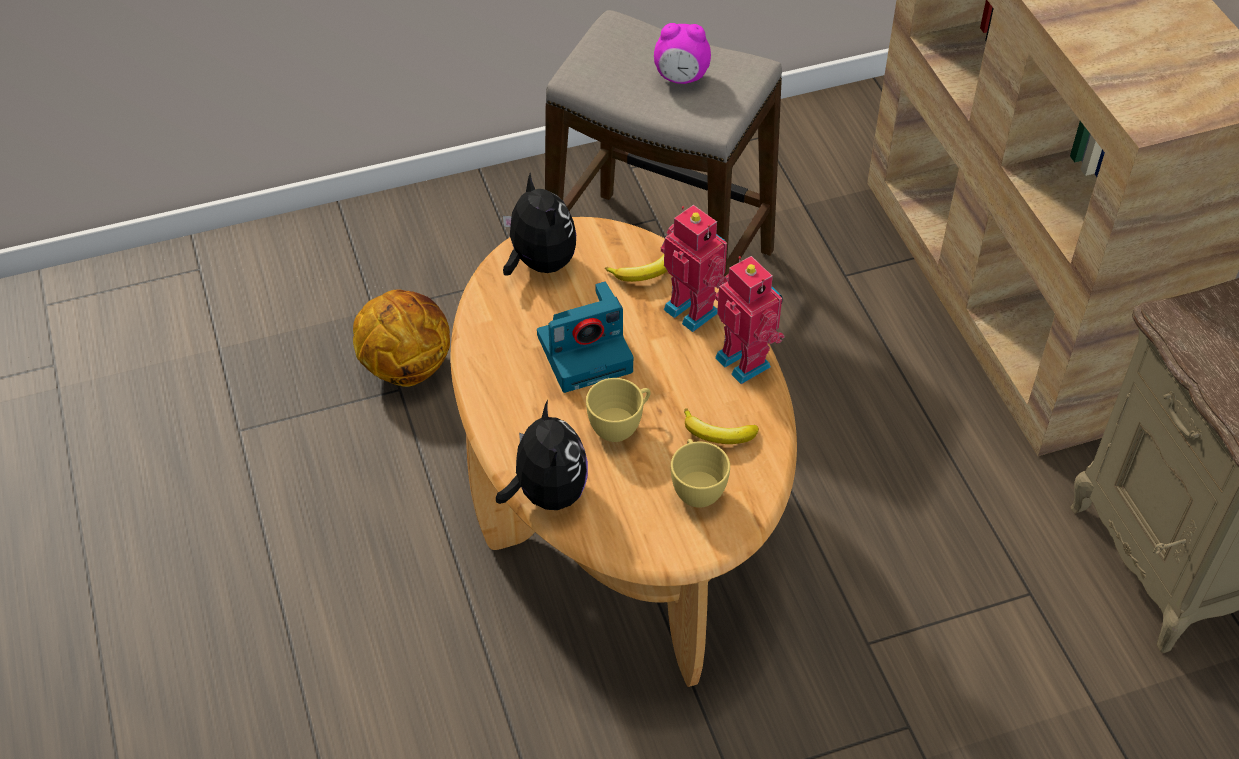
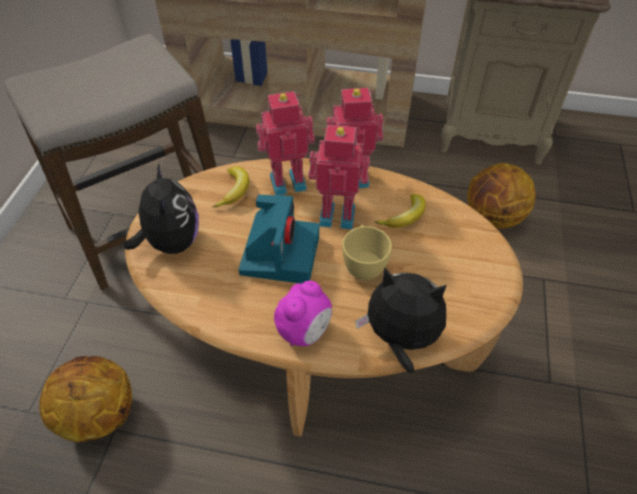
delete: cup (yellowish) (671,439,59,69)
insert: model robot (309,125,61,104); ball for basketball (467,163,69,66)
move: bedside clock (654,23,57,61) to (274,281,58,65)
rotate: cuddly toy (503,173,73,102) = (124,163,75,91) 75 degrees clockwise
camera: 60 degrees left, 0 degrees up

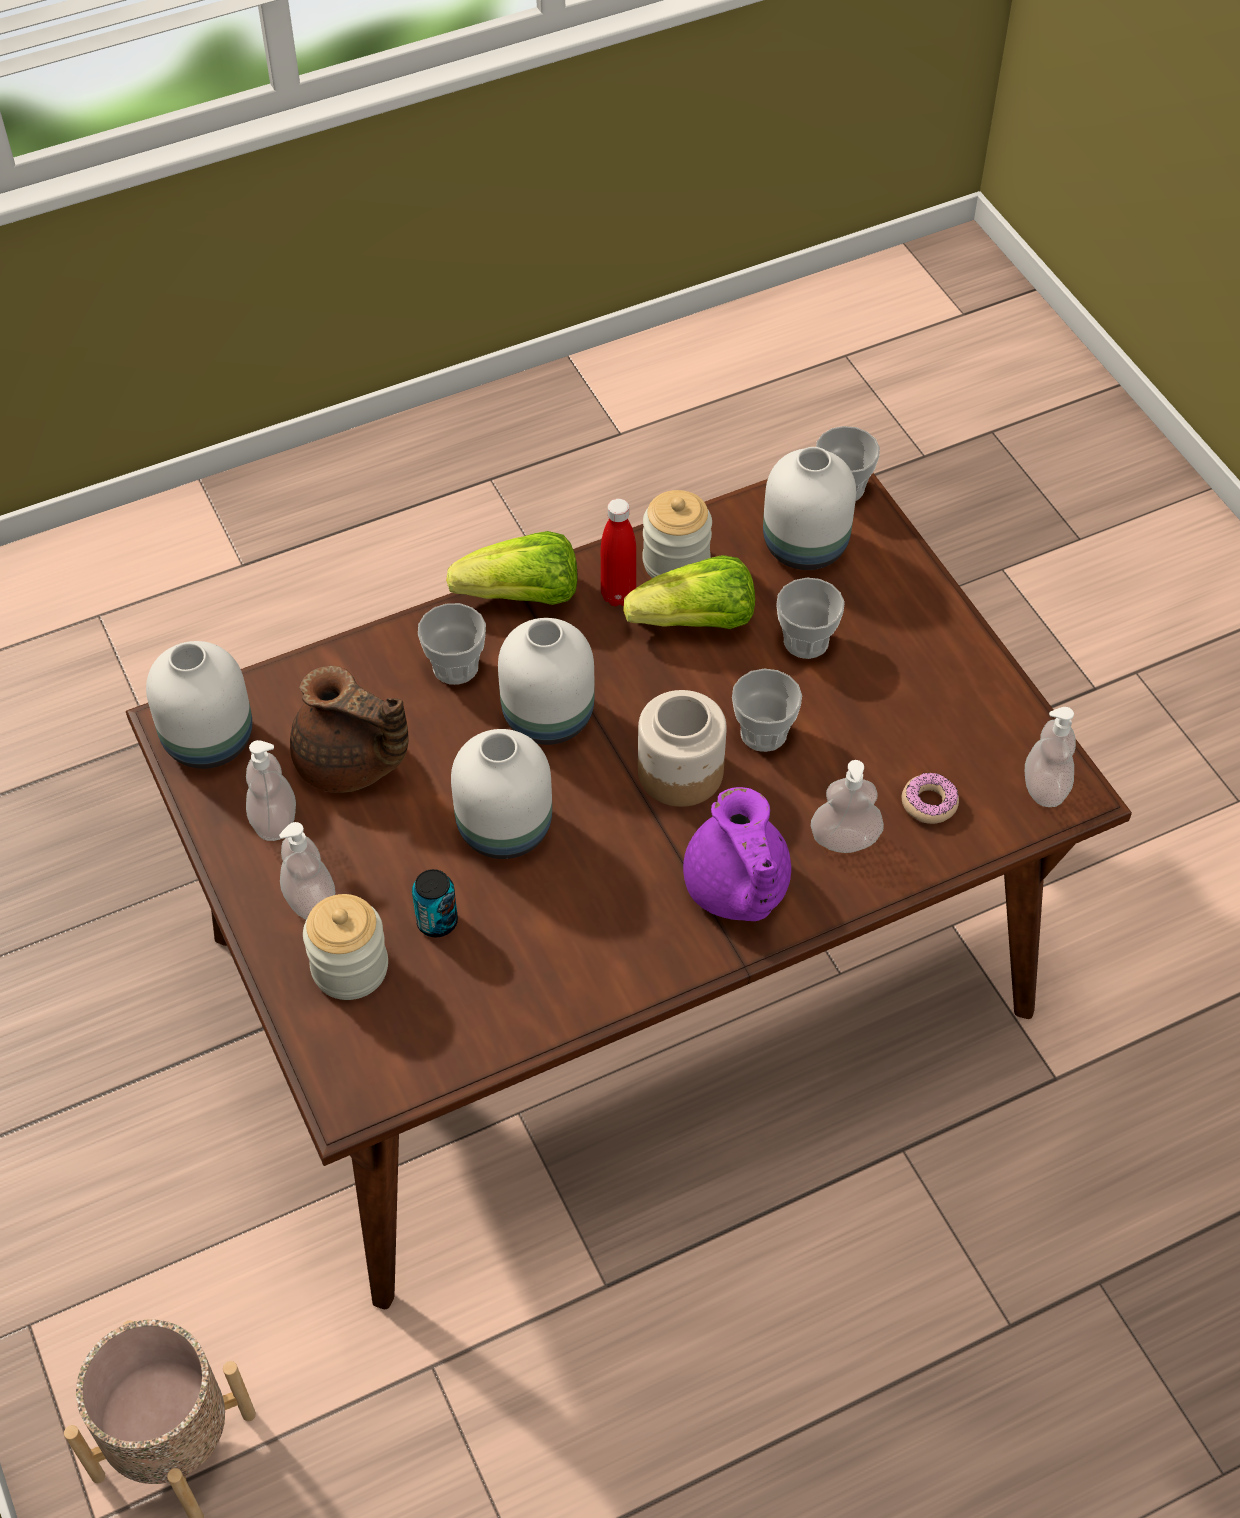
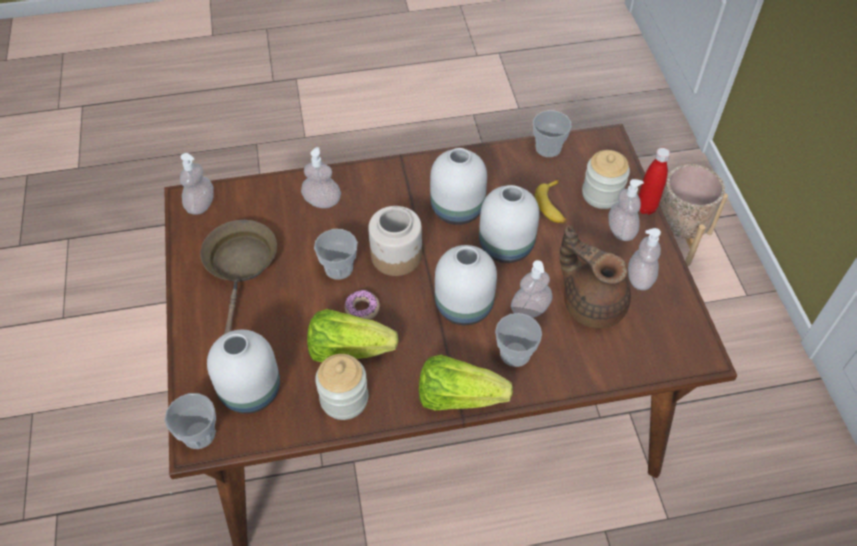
delete: pot for tea (purple) (683,787,108,134)
insert: frying pan (brown) (200,220,77,114); soap bottle (511,260,41,58)
move: ring doughnut (902,772,57,52) to (345,290,35,30); vase (white-coloured) (146,641,106,128) to (430,148,57,77); cup (776,578,69,81) to (533,111,39,46); drink bottle (red-coloured) (601,499,35,107) to (638,148,32,67)
replace: can (412,869,46,68) to banana fruit (535,179,32,45)
camera: 165 degrees left, 0 degrees up

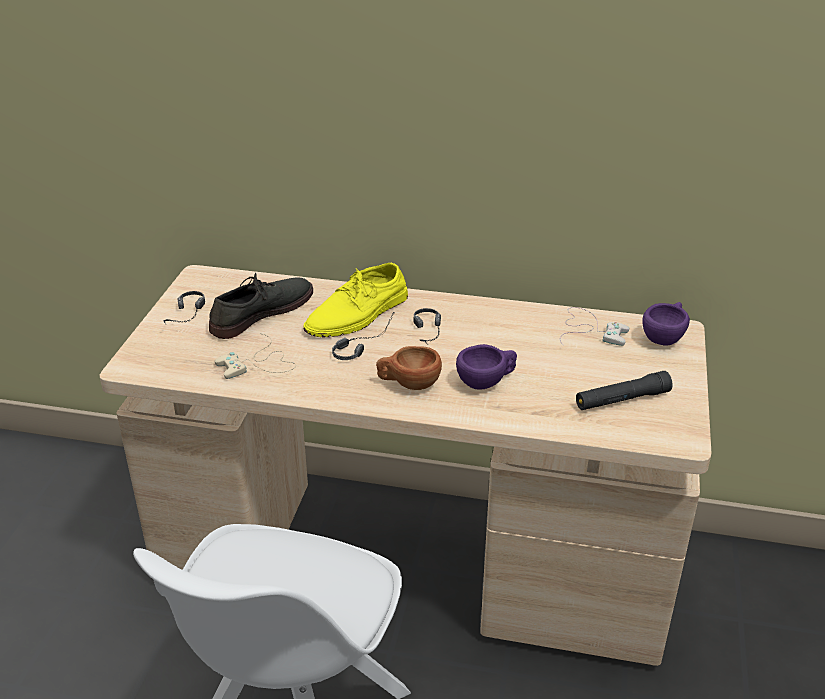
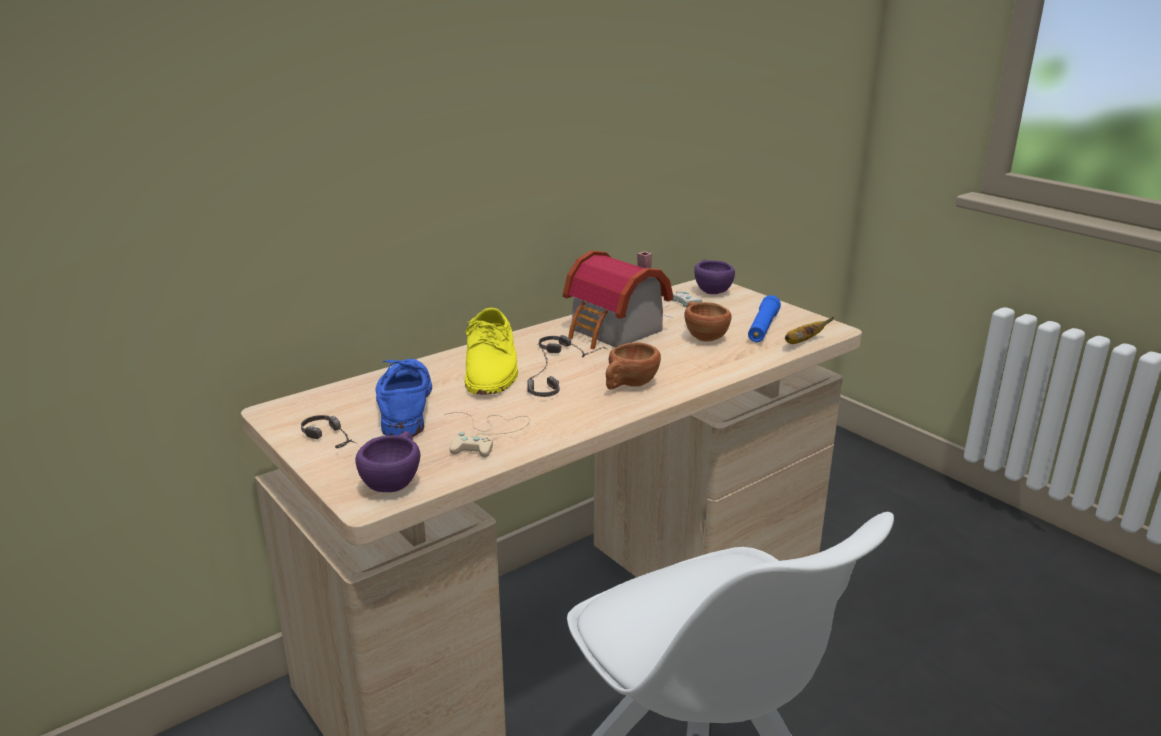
insert: model house (563,251,110,98); cup (brown) (684,301,47,41); banana fruit (785,317,49,27)
move: cup (purple) (456,344,61,46) to (355,431,65,61)
recolor: low shoe (greyish) (209,273,104,66) to low shoe (bluish) (376,359,56,78); flashlight (black-coloured) (576,371,97,39) to flashlight (bluish) (748,295,33,47)
camera: 50 degrees left, 10 degrees down

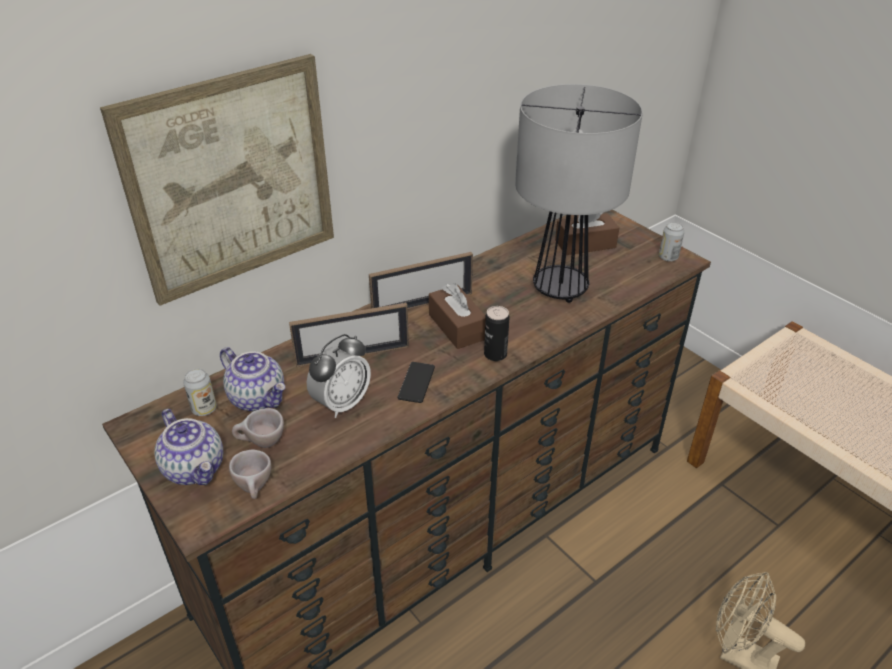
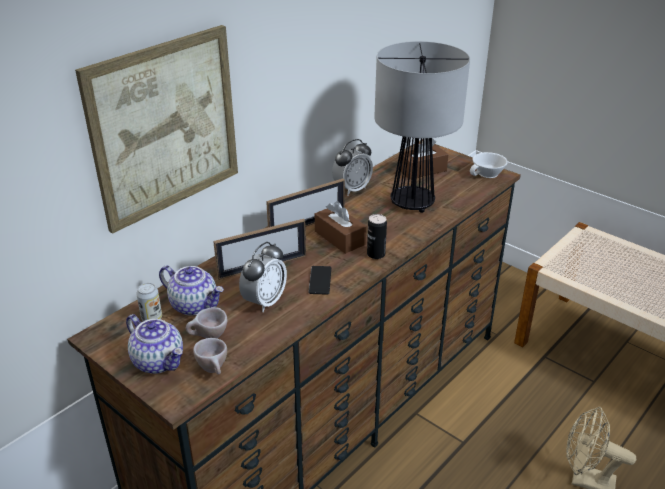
insert: bedside clock (332,139,41,57)
replace: can (659,222,25,40) to cup (white-coloured) (470,152,38,26)
camera: 10 degrees left, 5 degrees down

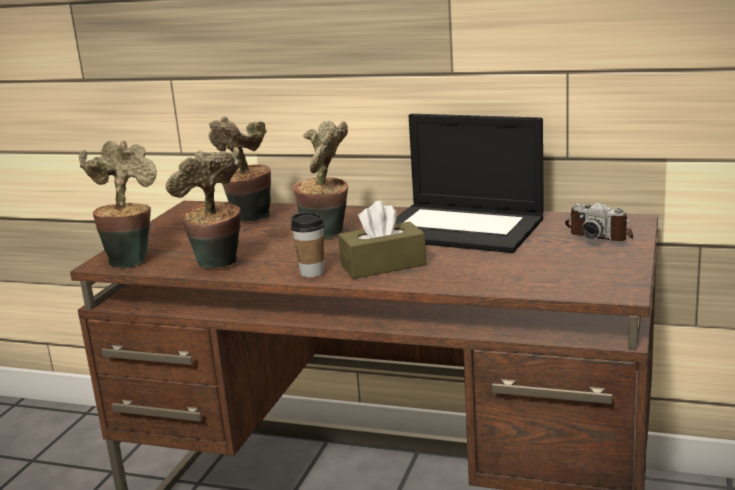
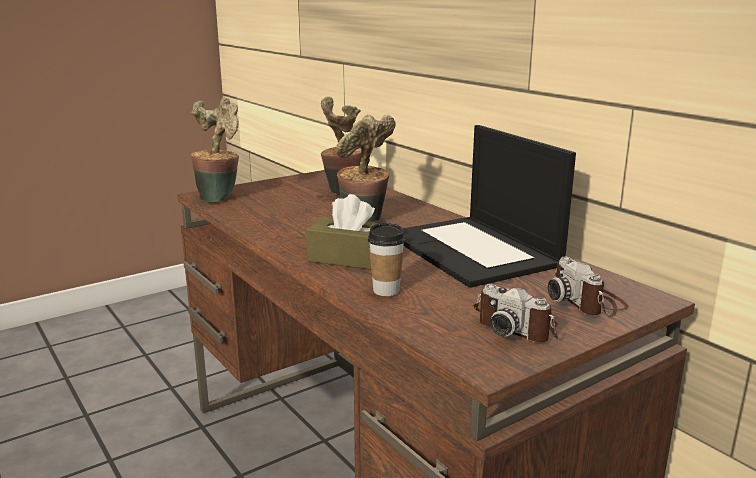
delete: plant in a pot (166,147,75,121)
insert: photo camera (473,284,85,58)
move: cup (291,212,34,66) to (368,223,38,73)
camera: 35 degrees right, 0 degrees up

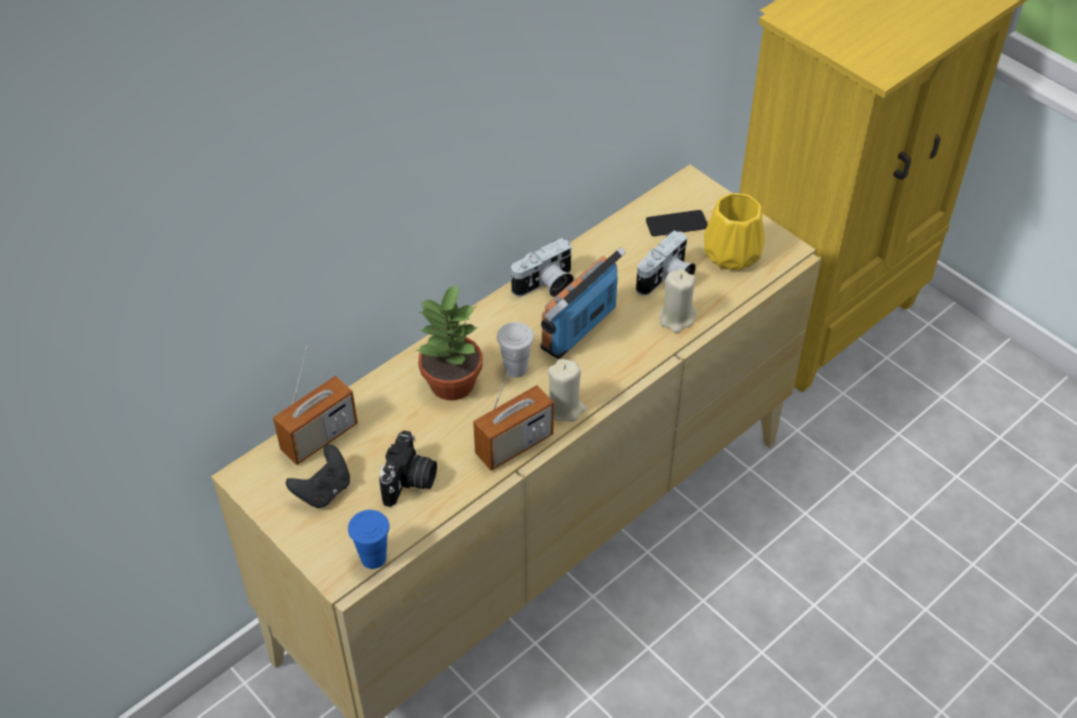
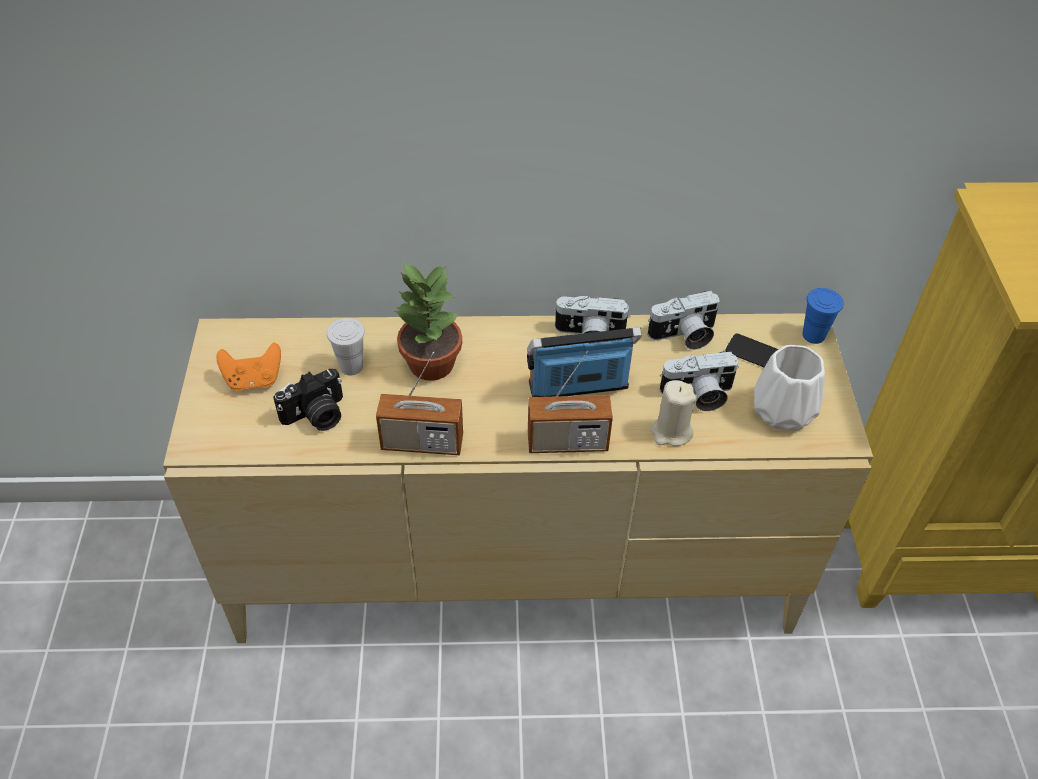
delete: wax light (beige-coloured) (548,359,38,63)
insert: photo camera (647,291,72,59)
move: cup (white-coloured) (497,322,37,56) to (327,318,38,58); radio receiver (273,347,85,118) to (528,350,85,103); cup (bluish) (348,510,41,59) to (803,288,41,56)
recolor: game controller (black-coloured) (286,444,64,64) to game controller (orangey) (216,343,65,48); vase (yellowish) (704,193,61,78) to vase (white-coloured) (754,345,71,85)
camera: 40 degrees right, 0 degrees up

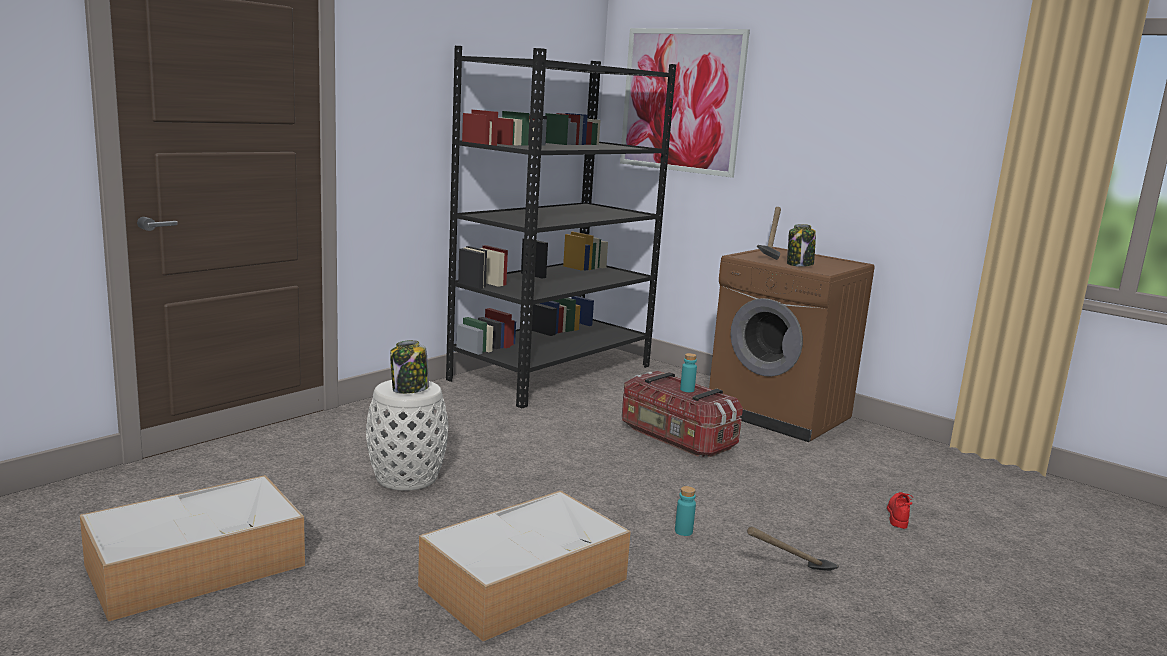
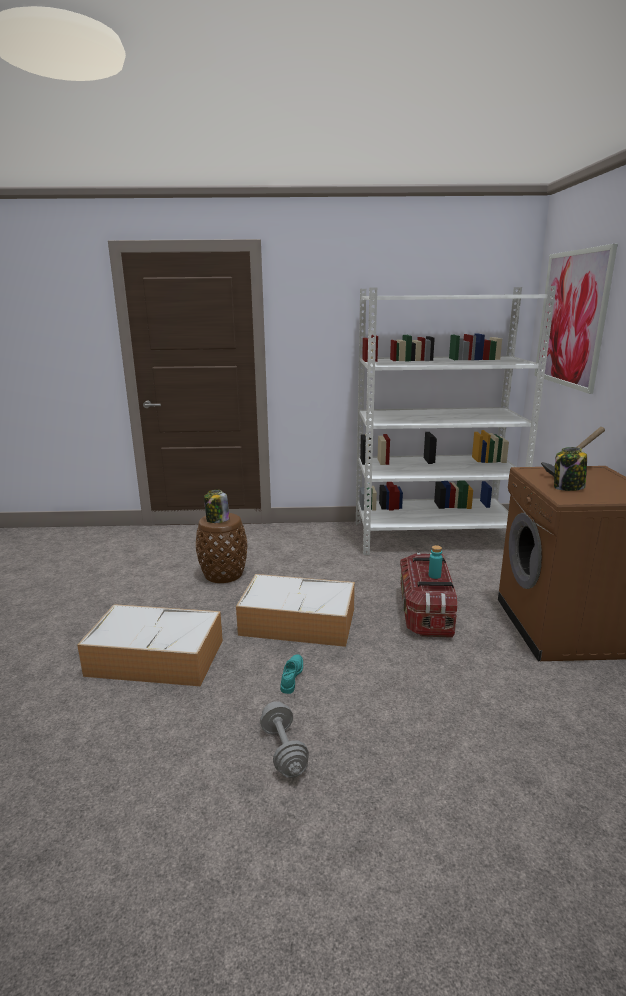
delete: low shoe (red-coloured) (887,492,25,37)
move: storage container (80,475,225,147) to (236,574,119,73)
replace: hammer (747,526,92,45) to free weight (greyish) (260,701,49,77); drink bottle (turquoise) (675,486,21,50) to low shoe (turquoise) (280,654,23,40)
recolor: sitting stool (white-coloured) (366,380,82,111) to sitting stool (brown) (196,513,51,70); bookshelf (black-coloured) (446,46,230,362) to bookshelf (white-coloured) (356,286,200,269)
camera: 50 degrees right, 5 degrees up

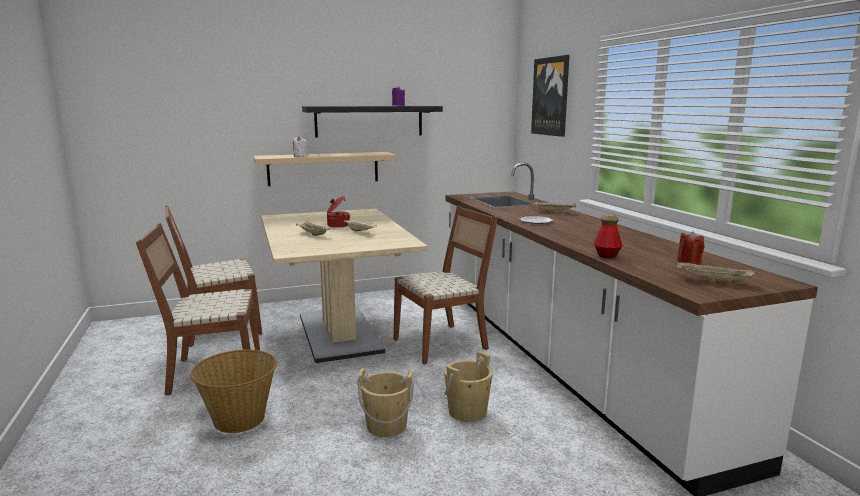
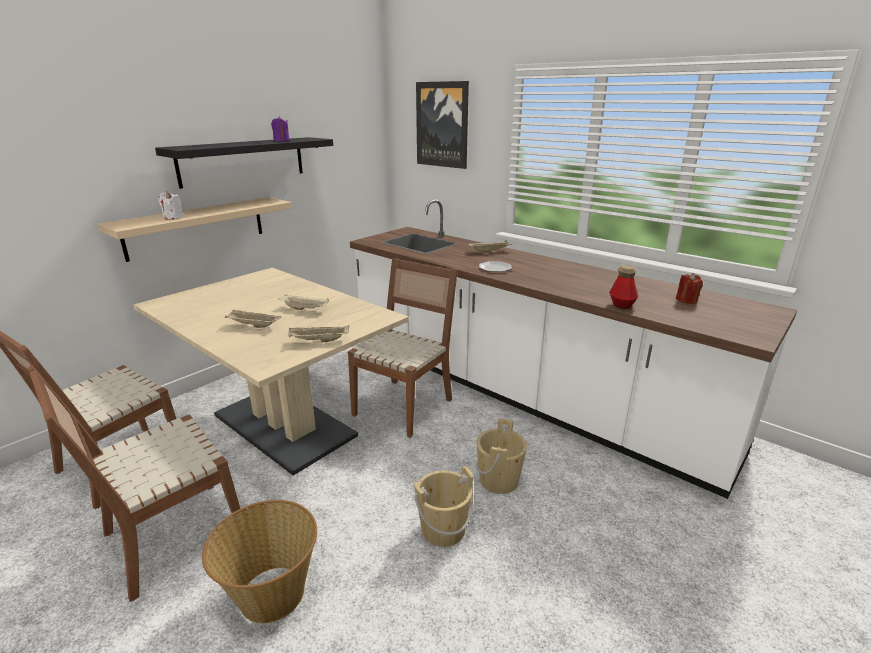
delete: saucepot (327,196,23,32)
move: tray (beige-coloured) (677,261,78,22) to (288,325,61,17)
camera: 30 degrees left, 10 degrees up

